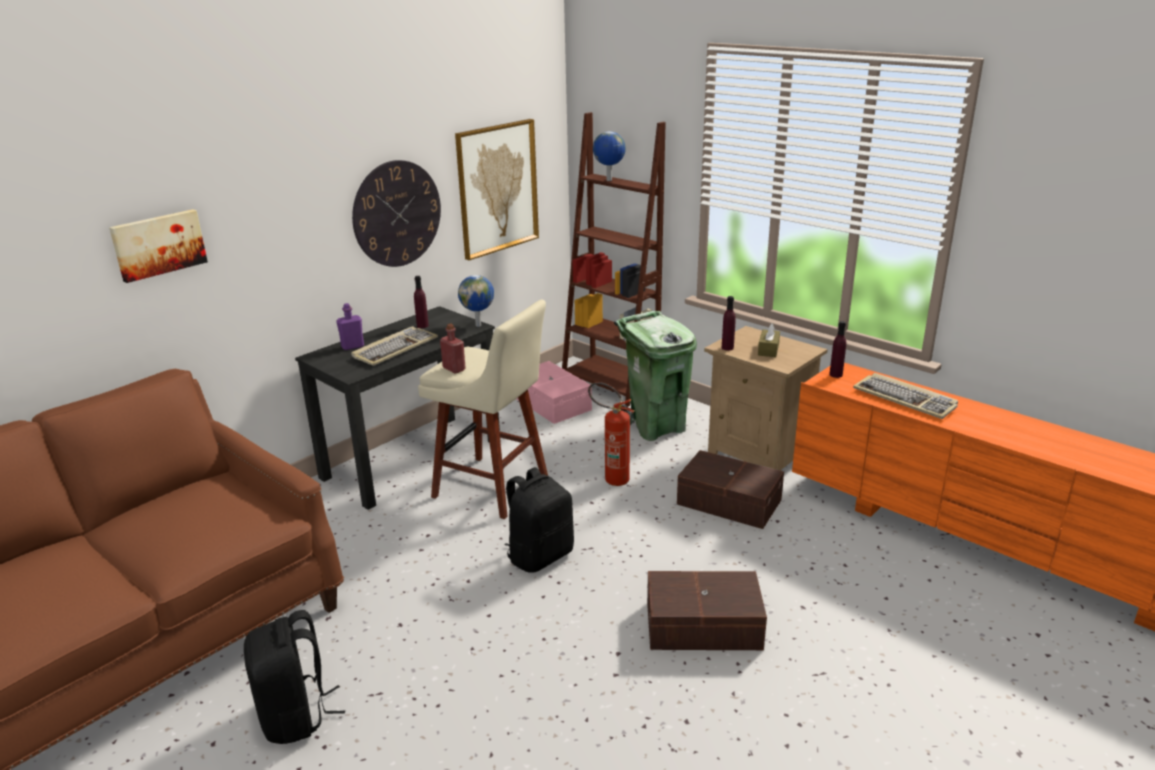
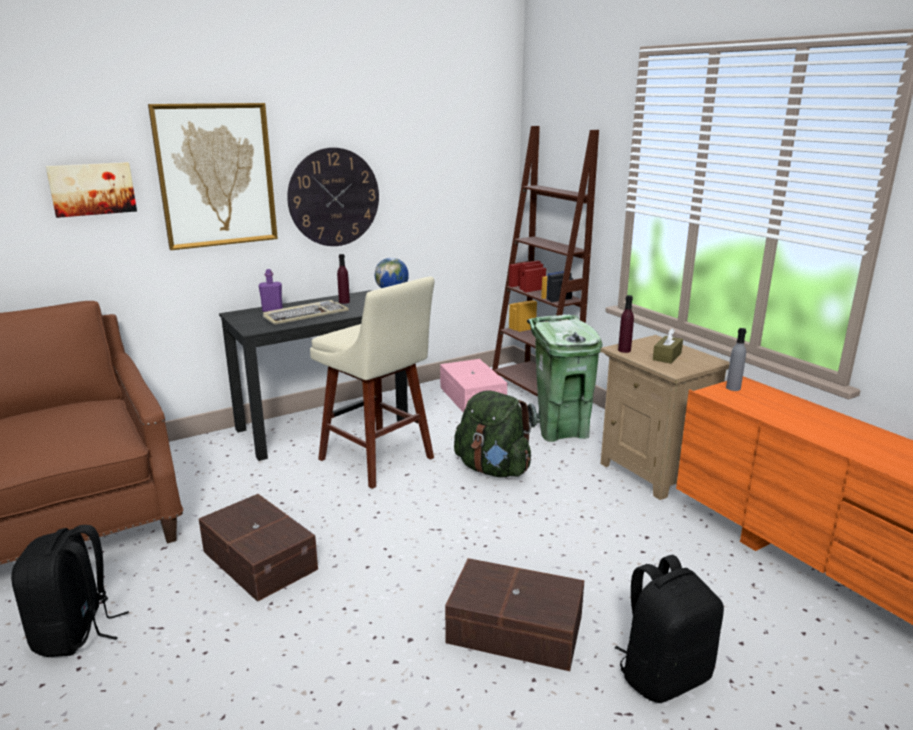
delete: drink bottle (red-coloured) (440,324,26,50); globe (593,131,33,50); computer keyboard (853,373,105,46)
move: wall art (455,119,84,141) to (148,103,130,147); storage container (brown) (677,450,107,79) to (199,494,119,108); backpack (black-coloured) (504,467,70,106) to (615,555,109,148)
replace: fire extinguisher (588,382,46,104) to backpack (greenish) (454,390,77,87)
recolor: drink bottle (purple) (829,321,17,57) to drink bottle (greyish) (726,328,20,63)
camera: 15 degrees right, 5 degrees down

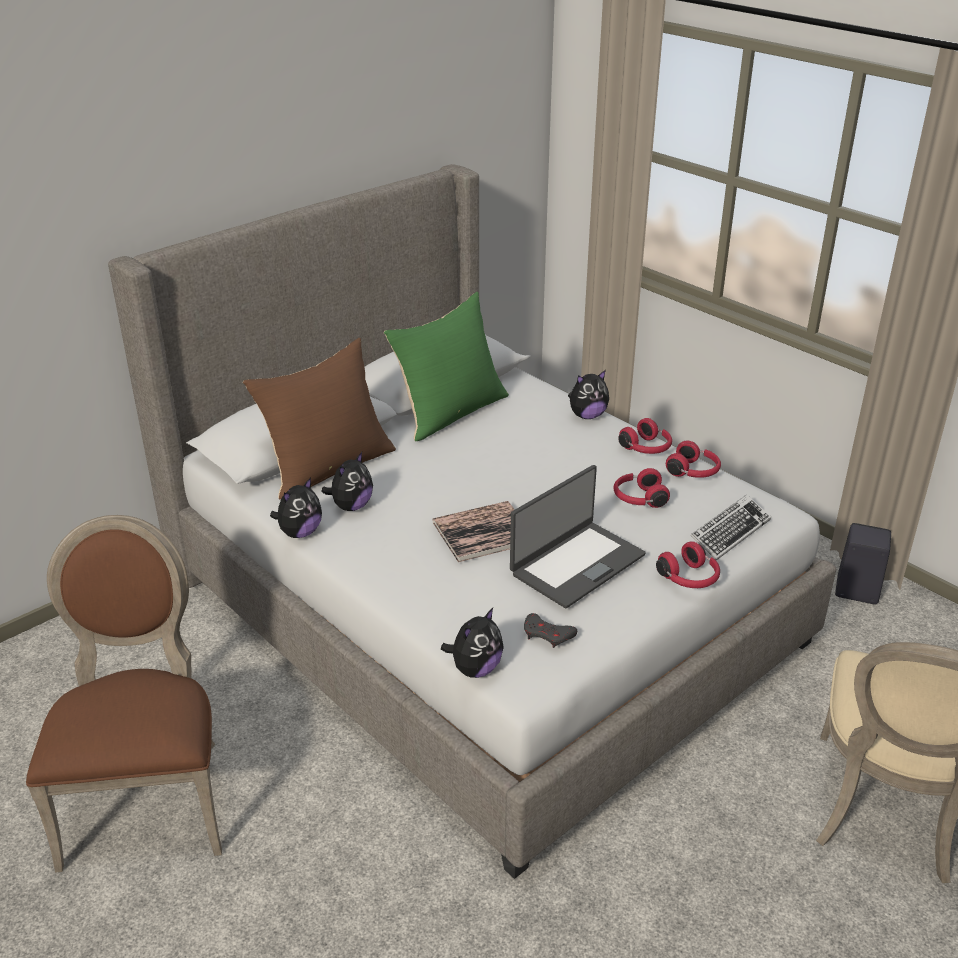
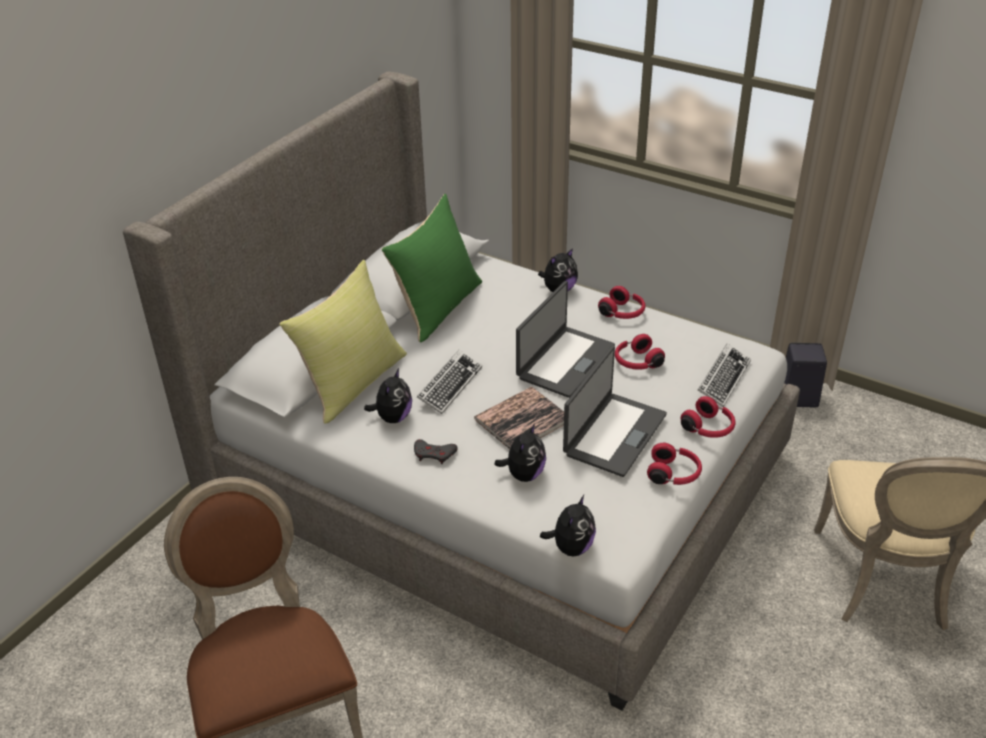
insert: computer keyboard (417,350,65,64); laptop (516,281,99,117)
move: game controller (greyish) (524,613,53,35) to (414,439,44,25); cuddly toy (270,478,52,60) to (494,424,52,58); headphones (red-coloured) (666,441,55,37) to (647,443,55,42)
recolor: cushion (brown) (243,338,153,162) to cushion (yellowish) (279,260,128,164)
camera: 15 degrees left, 5 degrees up

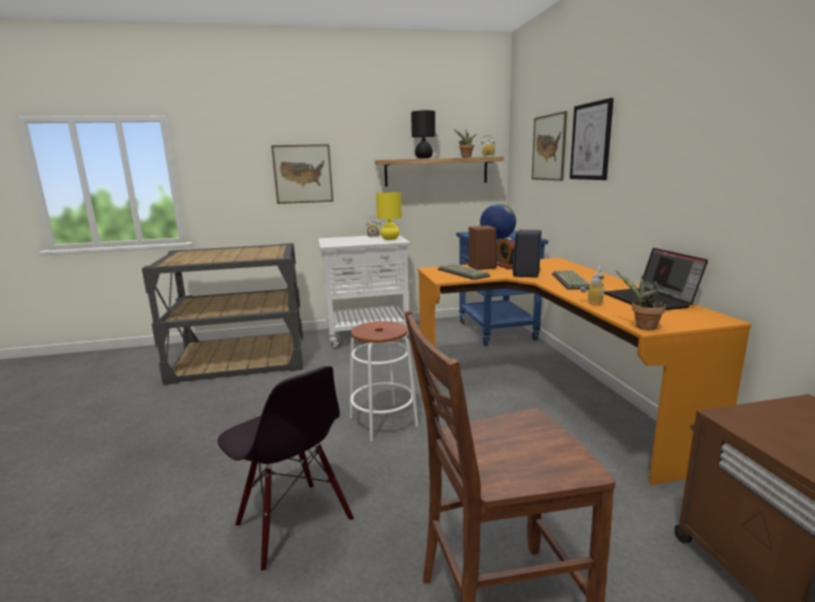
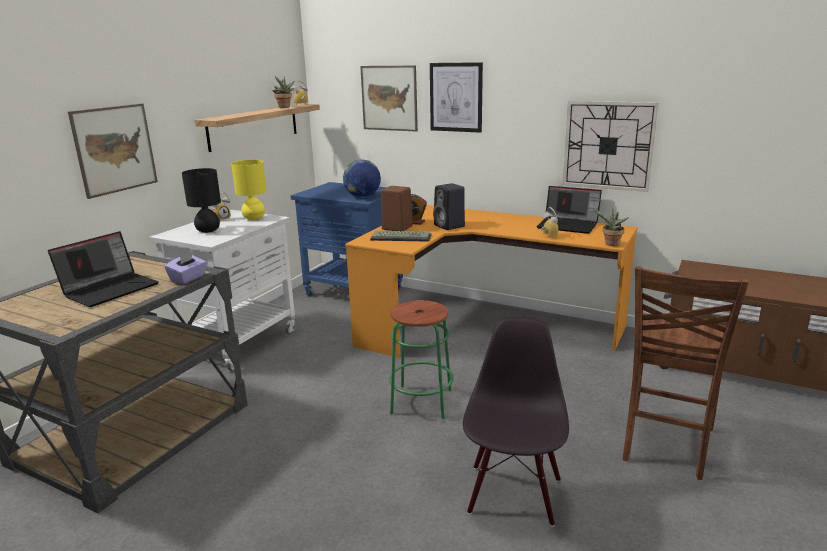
delete: computer keyboard (552,270,38,20)
insert: laptop (48,231,111,76); box of tissues (purple) (165,252,42,32); clock on the wall (563,101,96,91)
move: table lamp (black-coloured) (411,110,24,49) to (182,168,39,65)
recolor: sitting stool (white-coloured) (350,321,69,120) to sitting stool (greenish) (389,300,65,119)
rotate: chair (black-coloured) (218,366,136,206) = (463,317,106,210) 75 degrees counterclockwise
camera: 50 degrees left, 5 degrees up

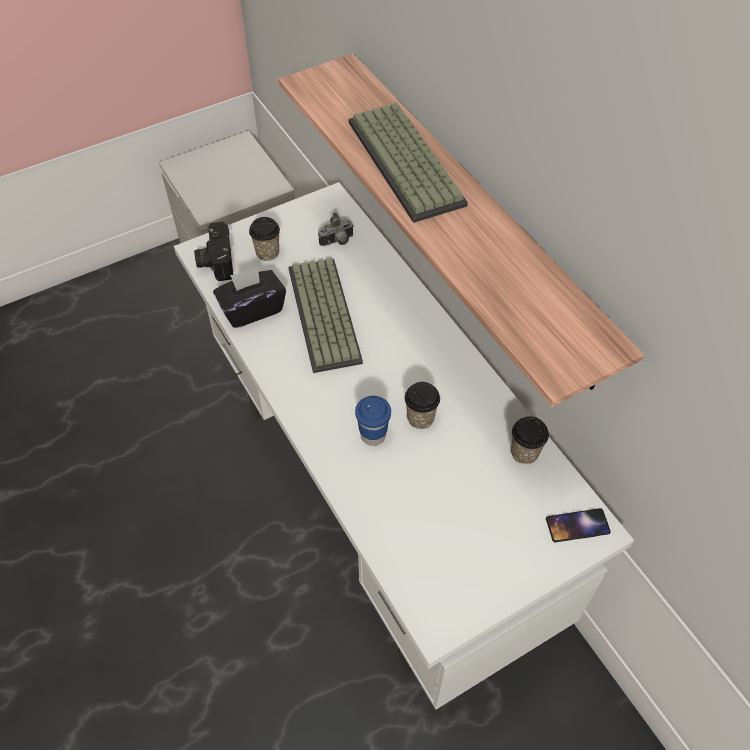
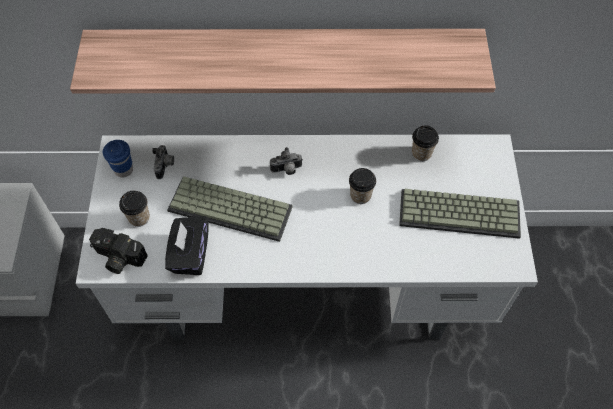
delete: telephone (546,508,65,34)
insert: photo camera (270,147,33,28)
move: cup (bluish) (355,396,36,50) to (103,140,30,38); computer keyboard (348,103,120,120) to (399,189,122,50)
camera: 60 degrees left, 5 degrees up

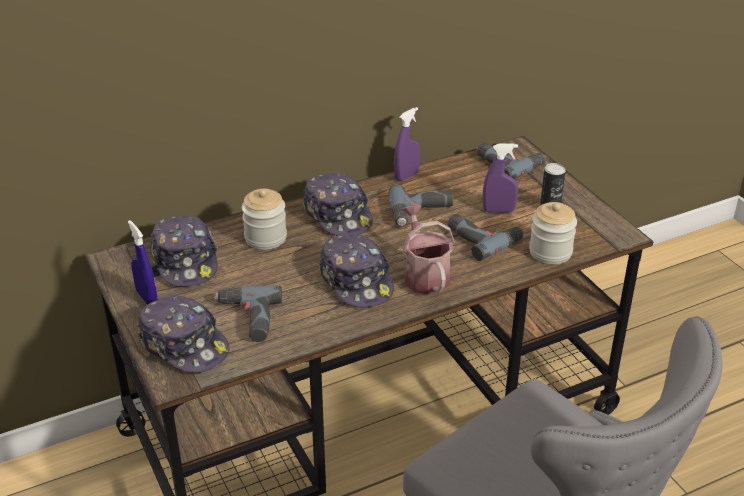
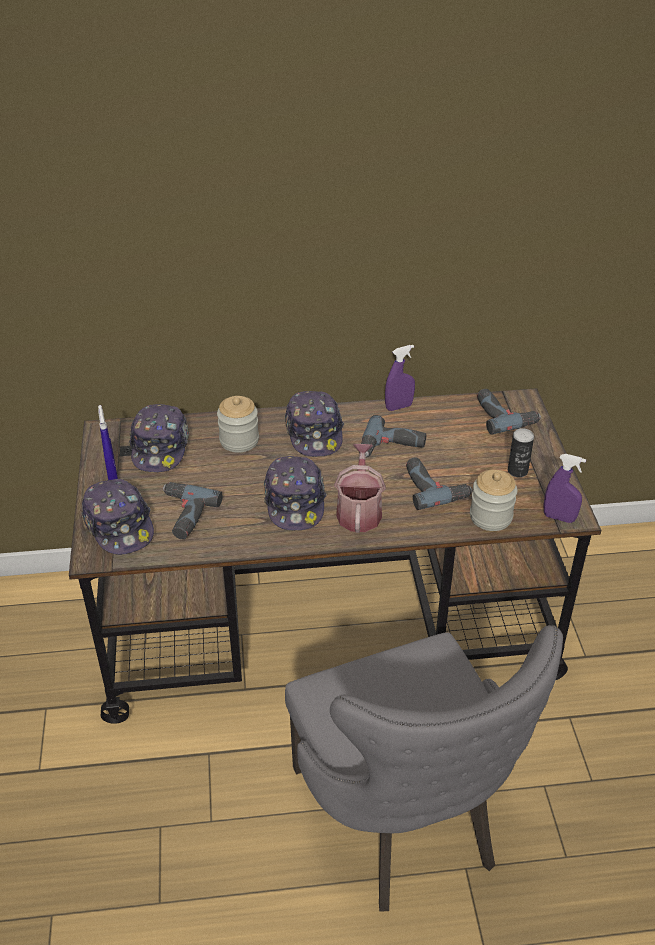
move: sprayer (purple) (483,143,35,70) to (544,454,42,69)
camera: 20 degrees right, 5 degrees up

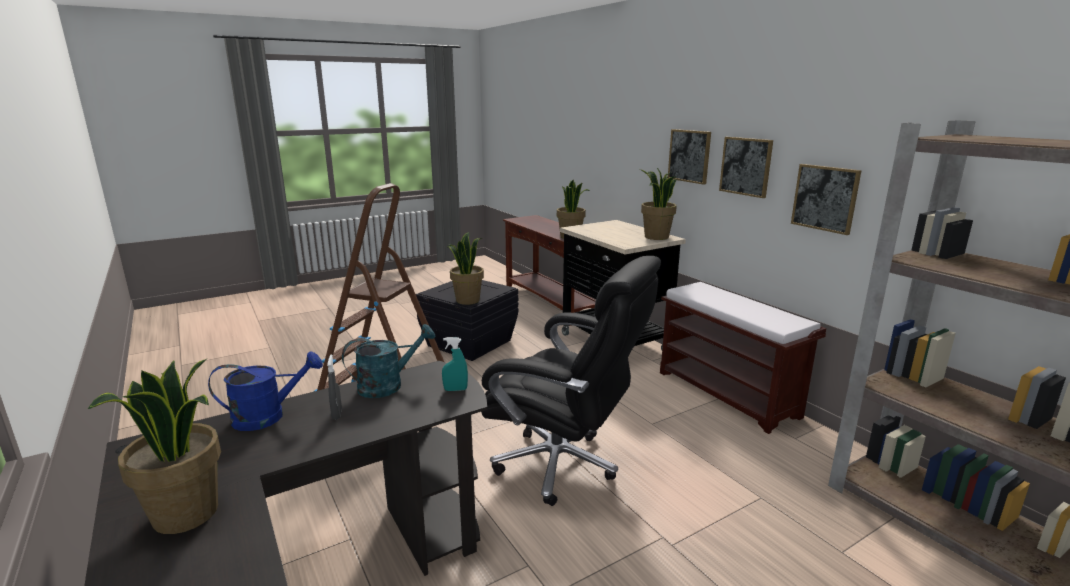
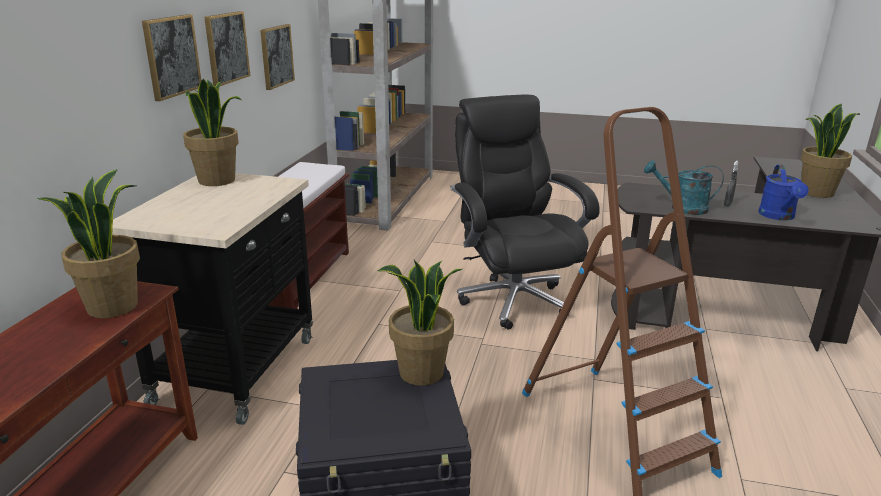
delete: sprayer (turquoise) (442,337,26,54)
rotate: watering can (bluish) (208,351,115,80) = (758,164,51,57) 105 degrees counterclockwise
camera: 135 degrees left, 5 degrees up

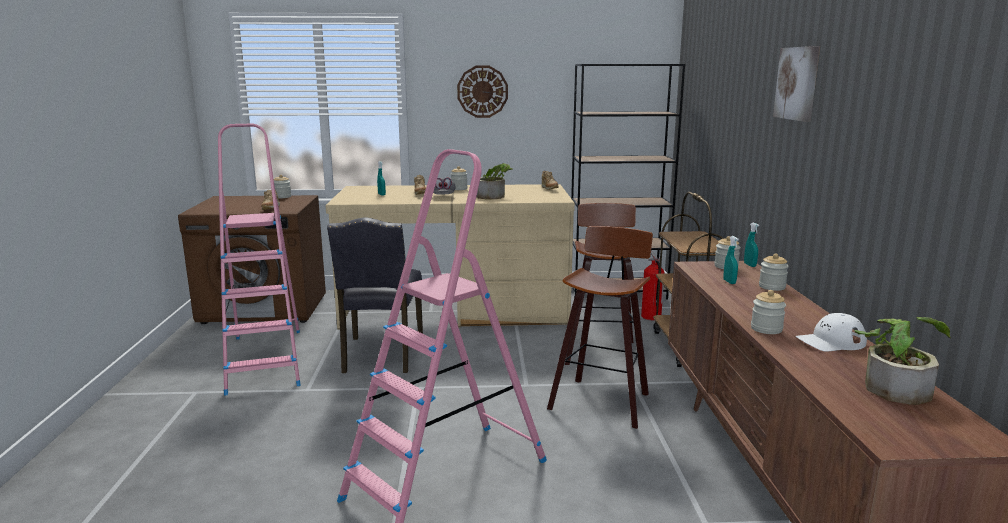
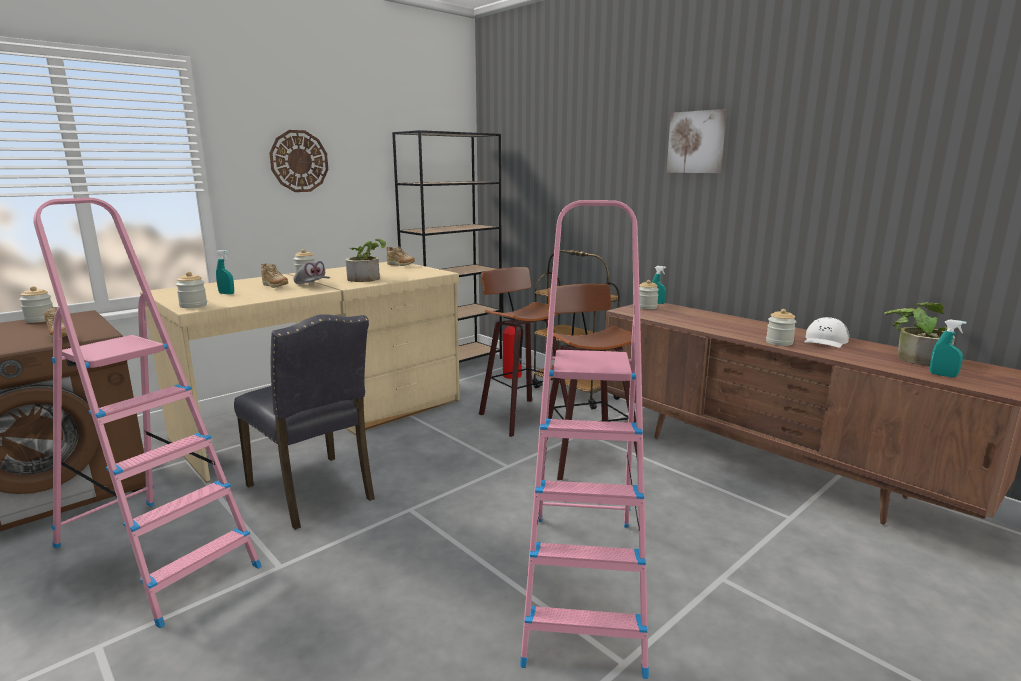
move: jar (759,254,30,37) to (176,272,31,36); sprayer (turquoise) (724,236,15,48) to (930,319,37,58)
camera: 40 degrees left, 0 degrees up

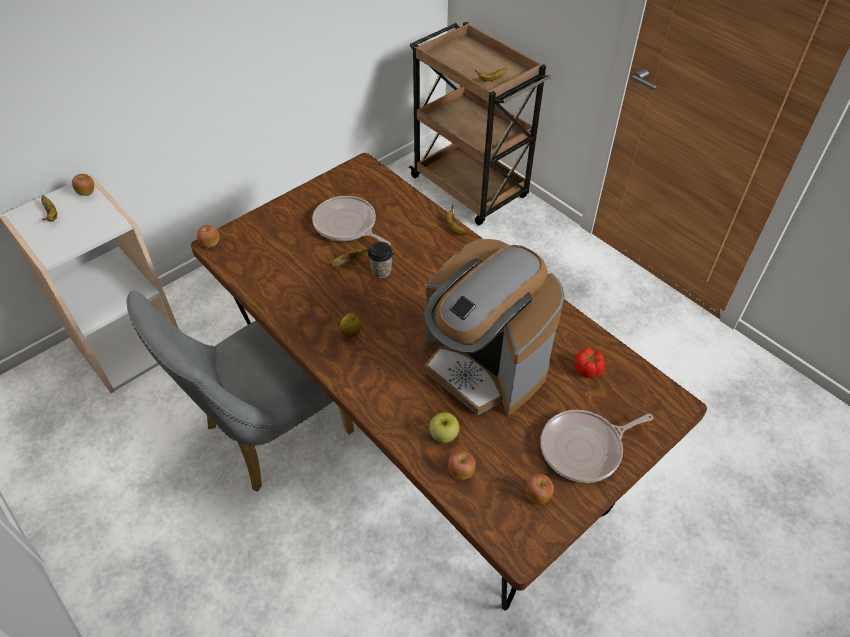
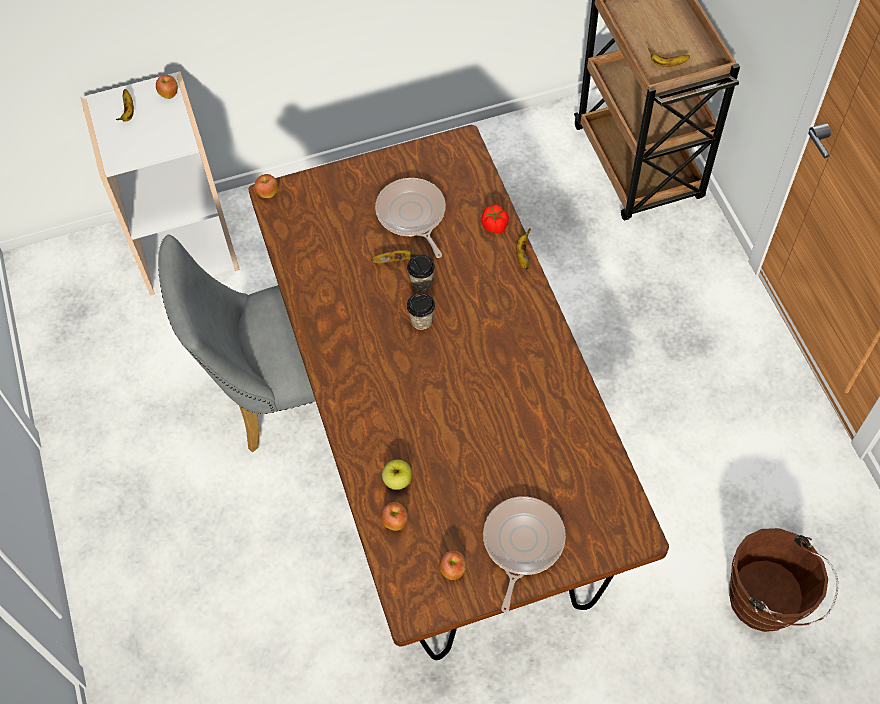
delete: citrus fruit (340,313,21,24); coffee machine (424,239,141,177)
insert: cup (407,292,28,38); water bucket (brown) (729,528,109,104)
move: fresh tomato (575,348,30,29) to (482,204,27,29)
rotate: frying pan (540,410,114,73) = (483,496,83,117) 105 degrees clockwise
camera: 25 degrees right, 10 degrees up

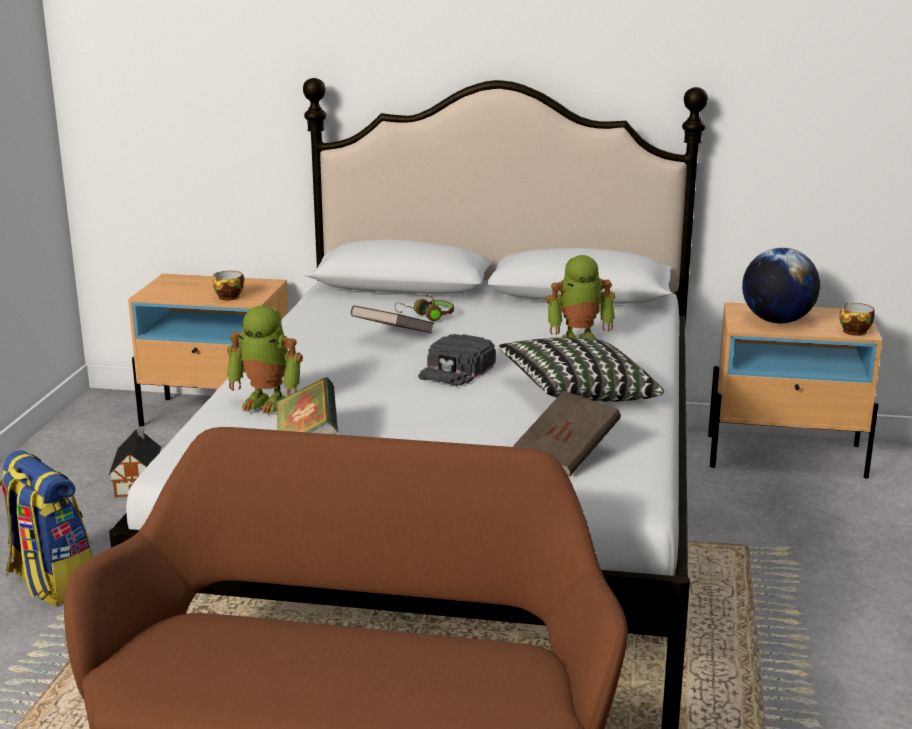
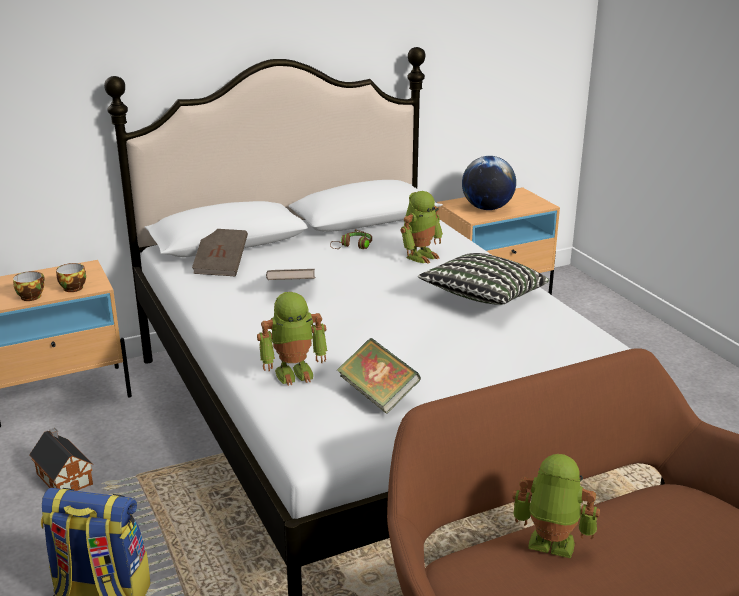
delete: cap (black-coloured) (418,334,78,52)
insert: model robot (512,454,88,104)
move: cup (839,303,36,33) to (13,271,32,30); volume (brown) (513,391,108,85) to (192,229,56,47); headphones (brown) (395,294,59,27) to (330,229,42,20)
camera: 35 degrees left, 5 degrees up

